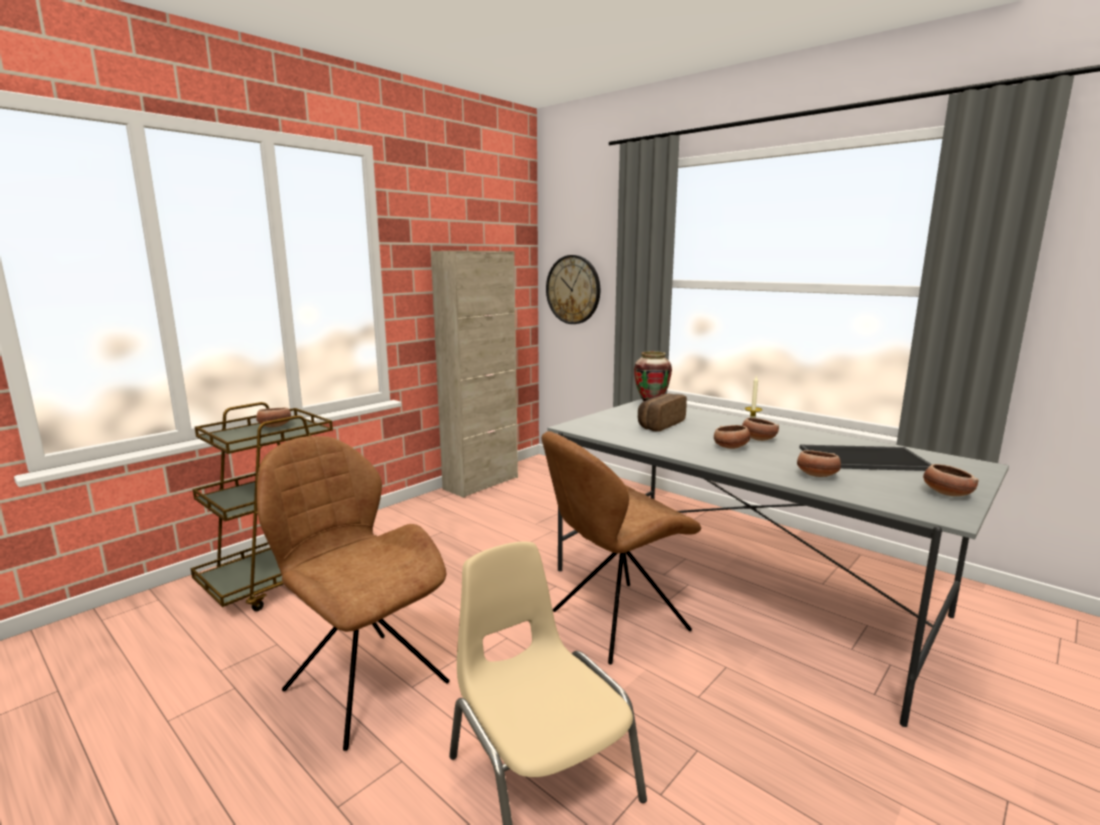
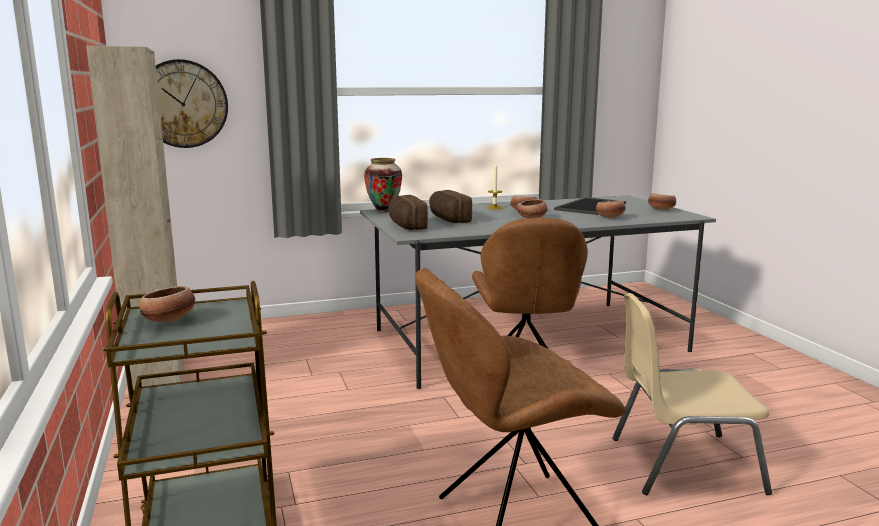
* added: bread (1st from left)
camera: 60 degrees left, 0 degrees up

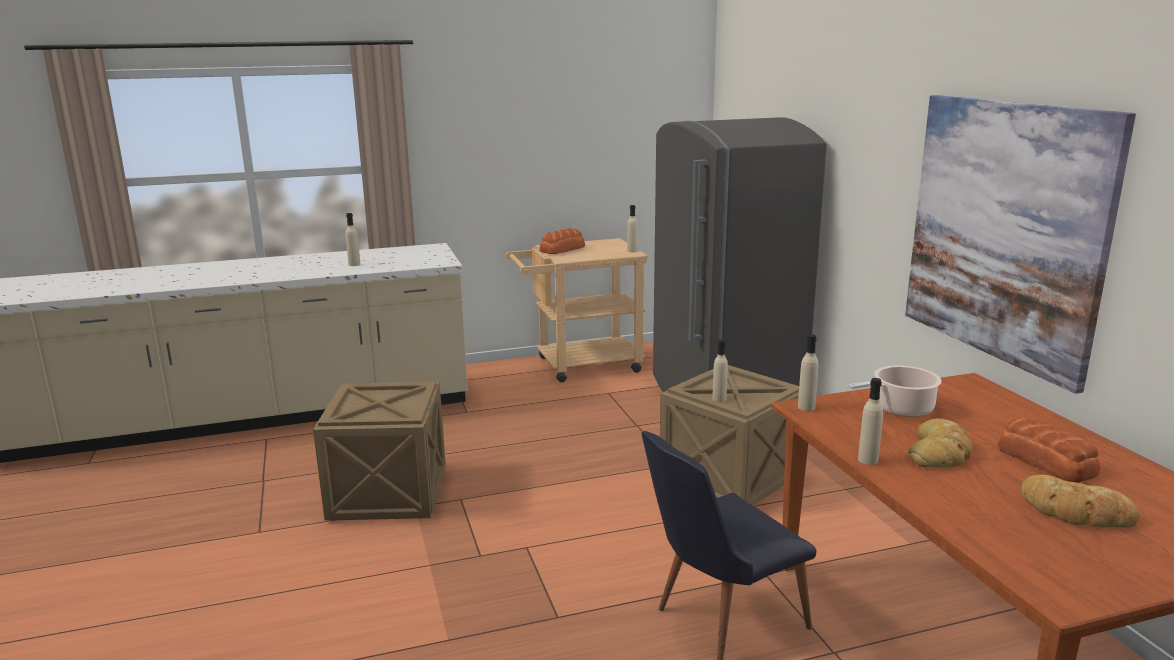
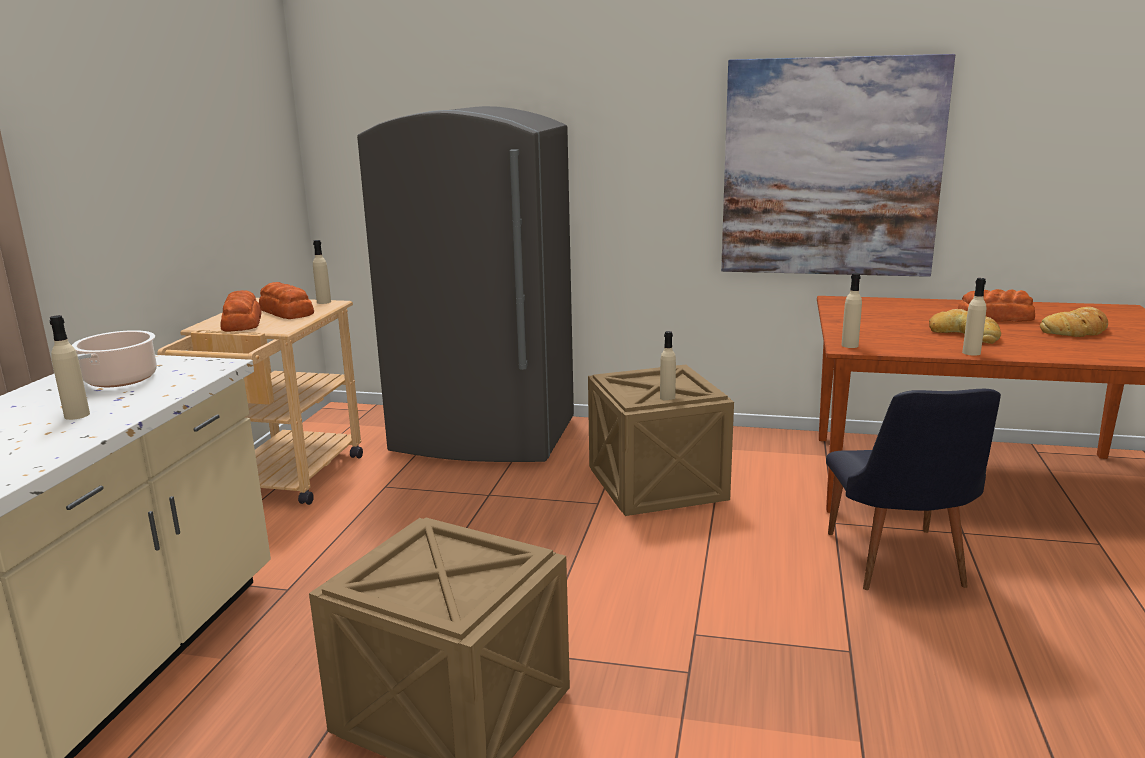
* moved: cooking pot
* added: bread (2nd from left)
camera: 60 degrees left, 0 degrees up

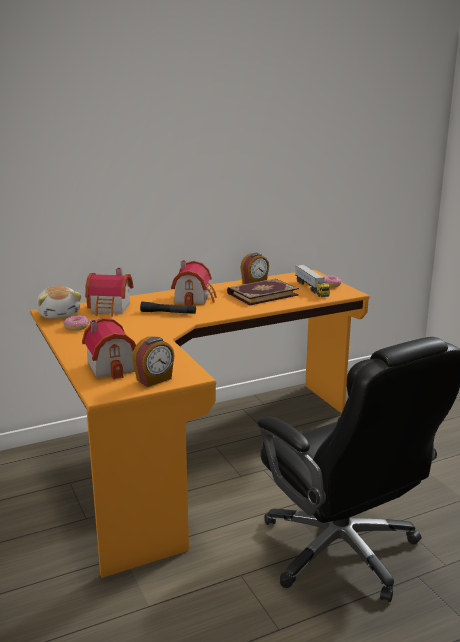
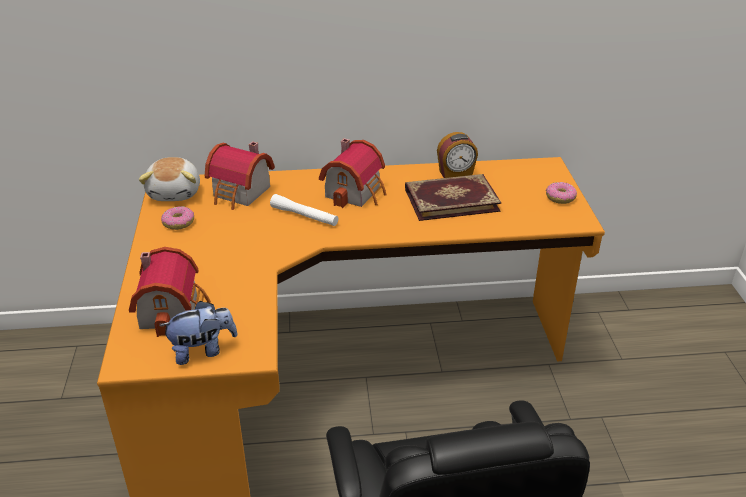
* replaced: alarm clock (1st from left) to plush toy (2nd from left)
* recoloured: flashlight in black to flashlight in white
* removed: toy truck
camera: 20 degrees right, 15 degrees up

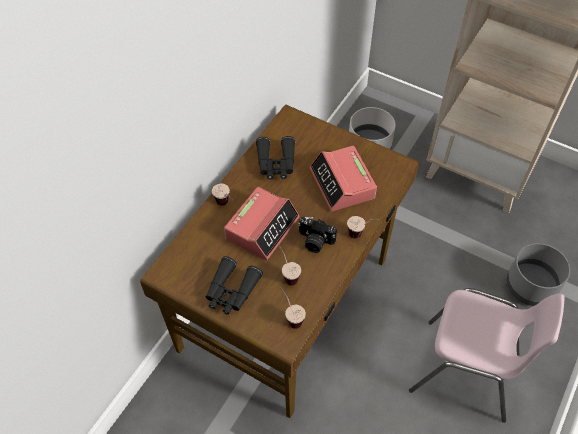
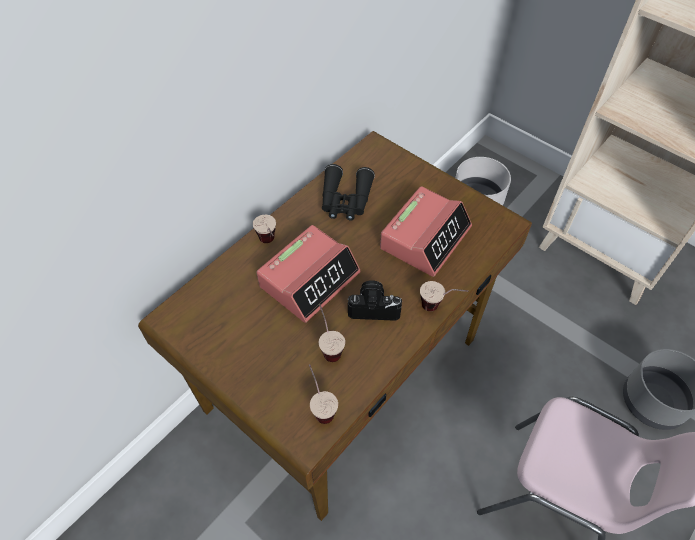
* removed: binoculars in black (1st from left)
* turned: photo camera 150 degrees clockwise
* turned: alarm clock (2nd from left) 135 degrees counterclockwise
camera: 10 degrees right, 0 degrees up

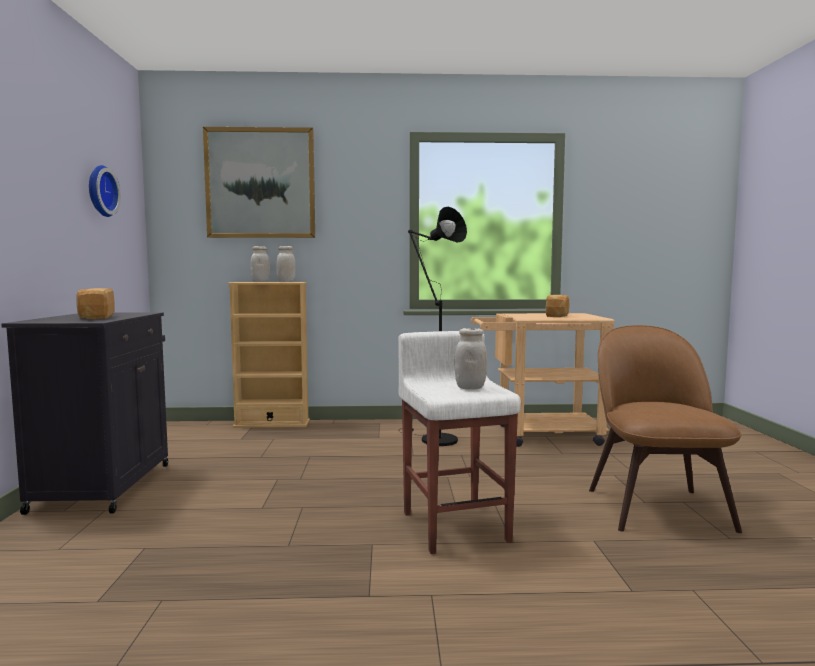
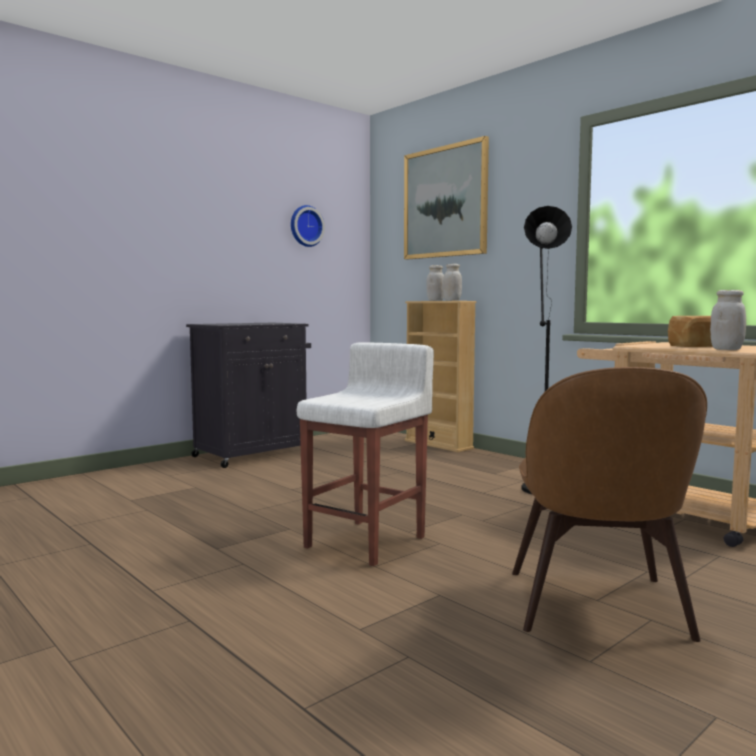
* removed: bread (1st from left)
* moved: jar in white (3rd from left)
* turned: chair in brown 135 degrees clockwise
camera: 50 degrees right, 0 degrees up

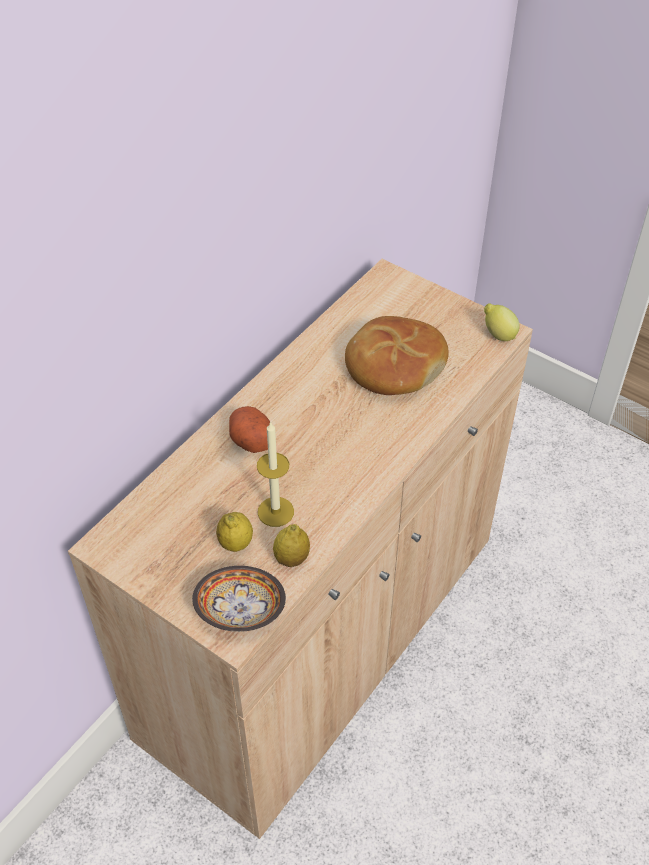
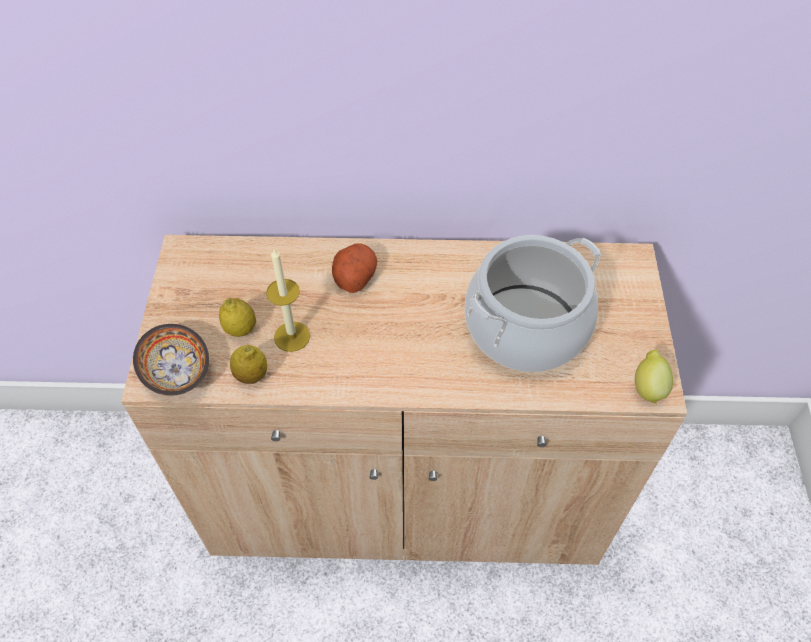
* replaced: bread to cooking pot
camera: 55 degrees right, 5 degrees up

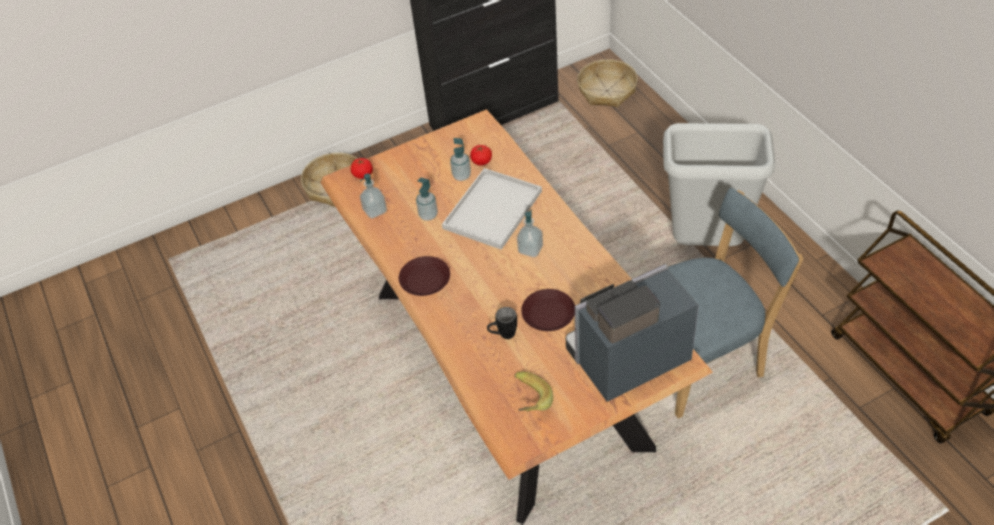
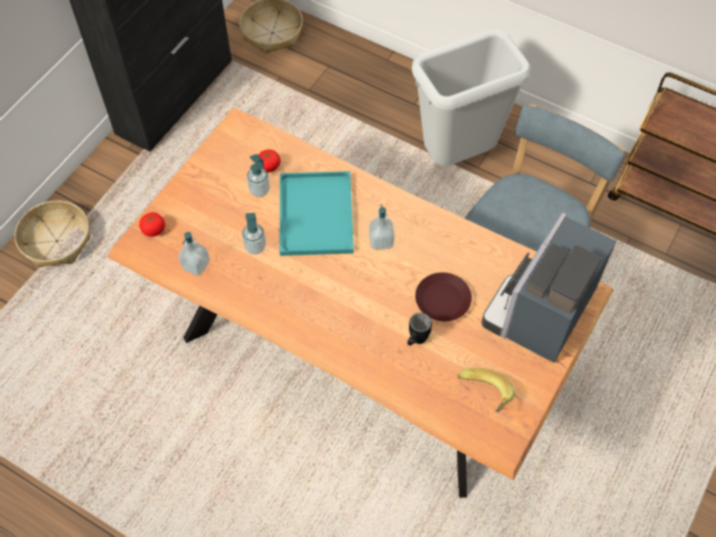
* removed: plate in brown (1st from left)
* recoloured: tray in white to tray in turquoise
camera: 35 degrees left, 10 degrees up

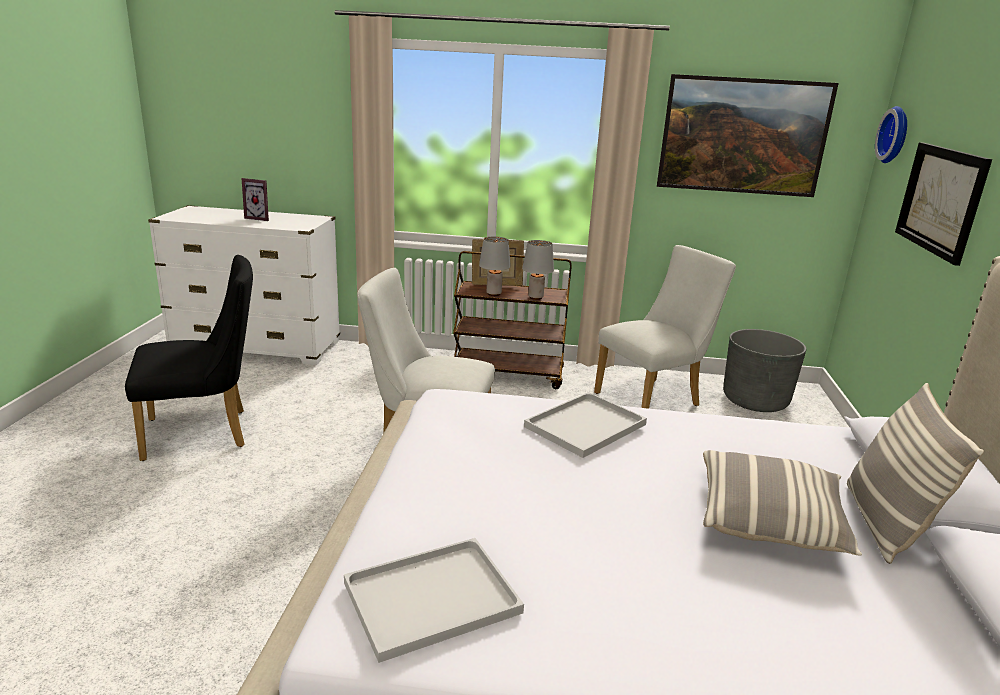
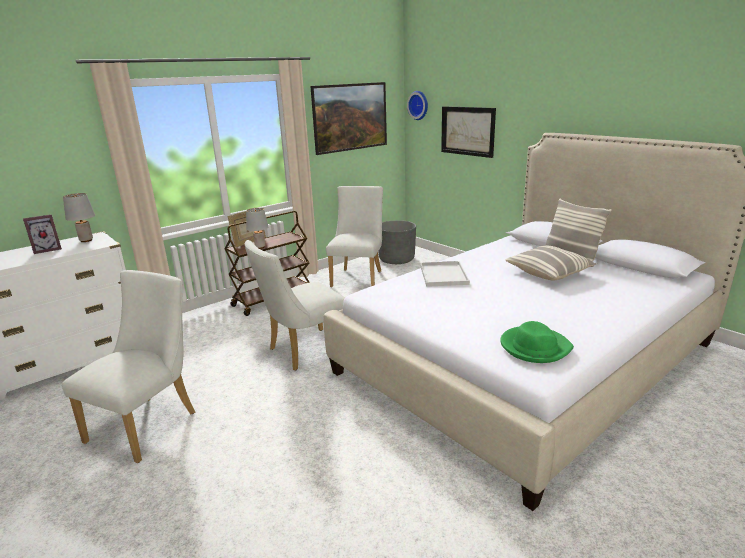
* recoloured: chair in black to chair in white (1st from left)
* replaced: tray in white (1st from left) to hat in green
* moved: table lamp in grey (2nd from left in the first image) to table lamp in grey (1st from left)
camera: 45 degrees left, 0 degrees up

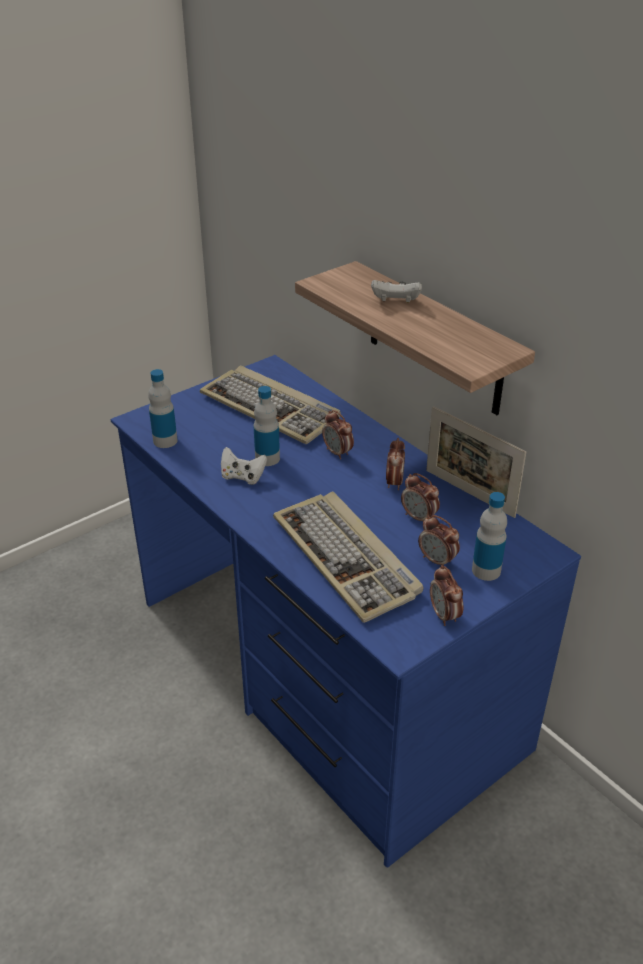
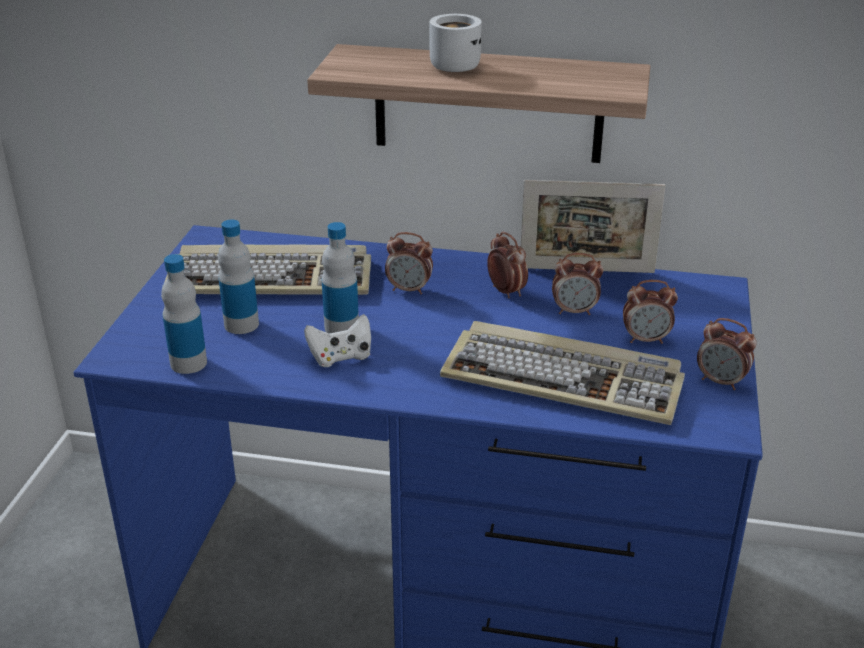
* replaced: game controller in white (2nd from left) to mug in white
* moved: bottle (3rd from left in the first image) to bottle (2nd from left)
camera: 40 degrees left, 5 degrees down

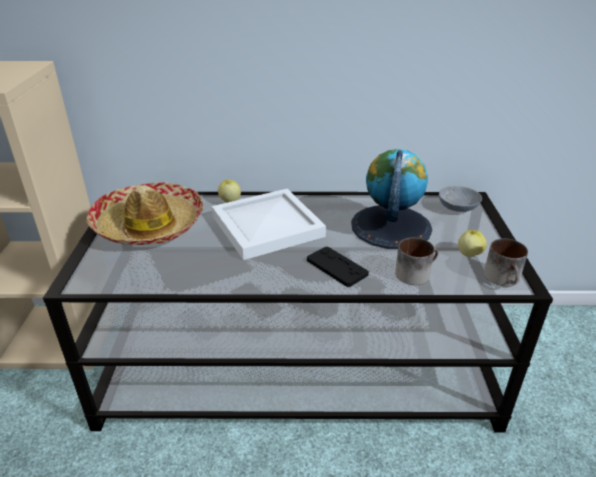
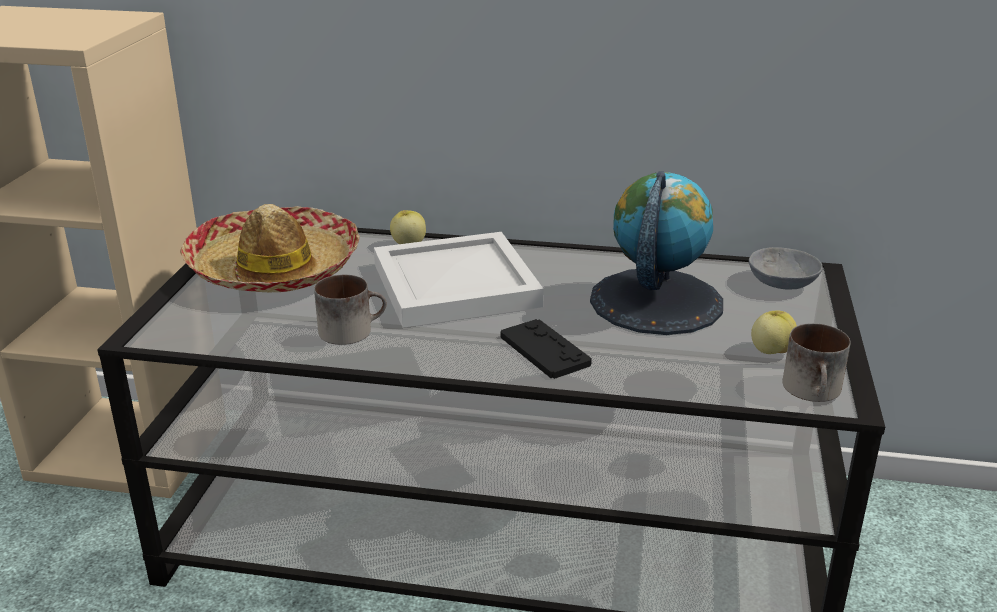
* moved: mug (1st from left)
camera: 10 degrees right, 5 degrees down

